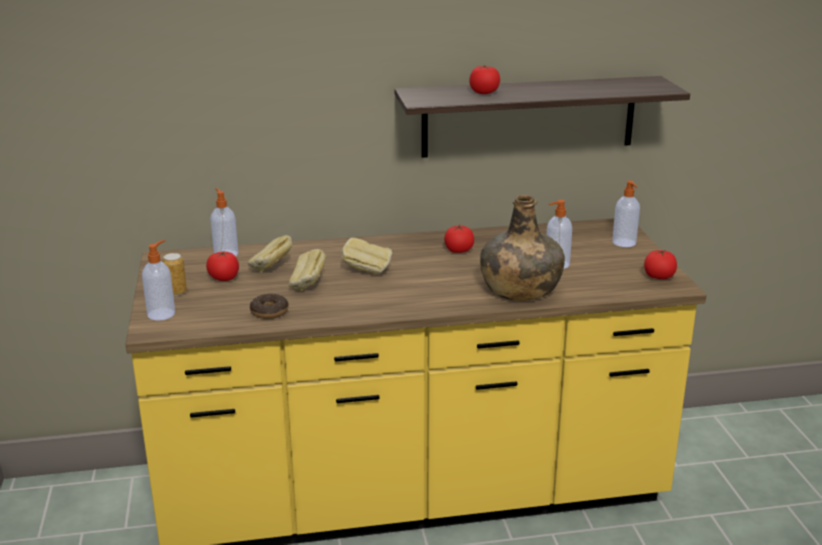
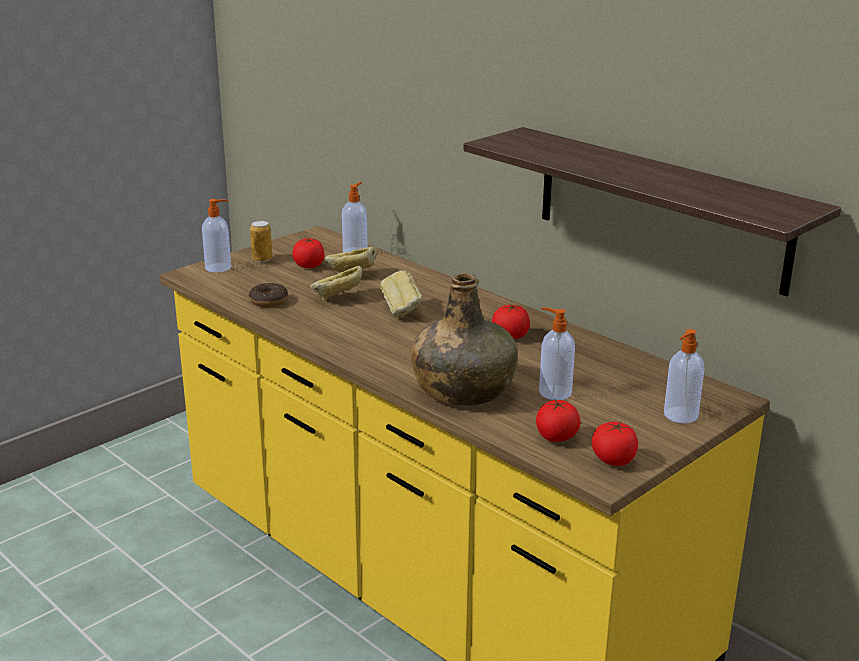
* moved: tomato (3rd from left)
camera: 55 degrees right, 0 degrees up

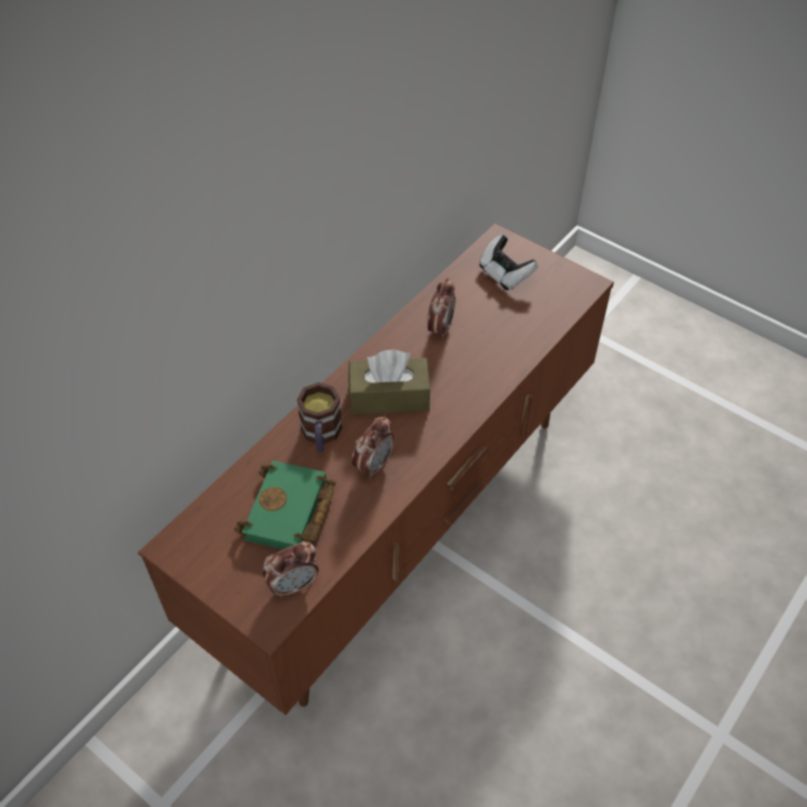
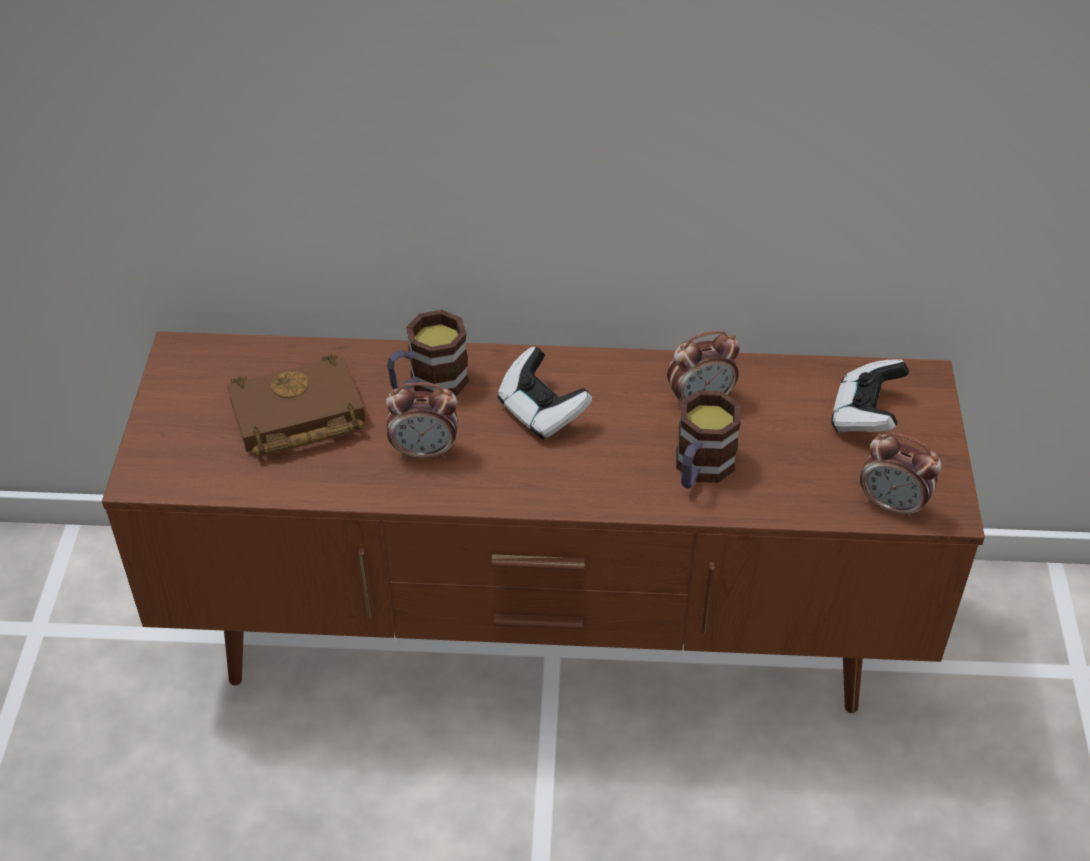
* recoloured: book in green to book in brown
* moved: alarm clock (1st from left in the first image) to alarm clock (3rd from left)
* replaced: tissue box in brown to game controller (1st from left)
* added: mug (2nd from left)
camera: 55 degrees right, 5 degrees down

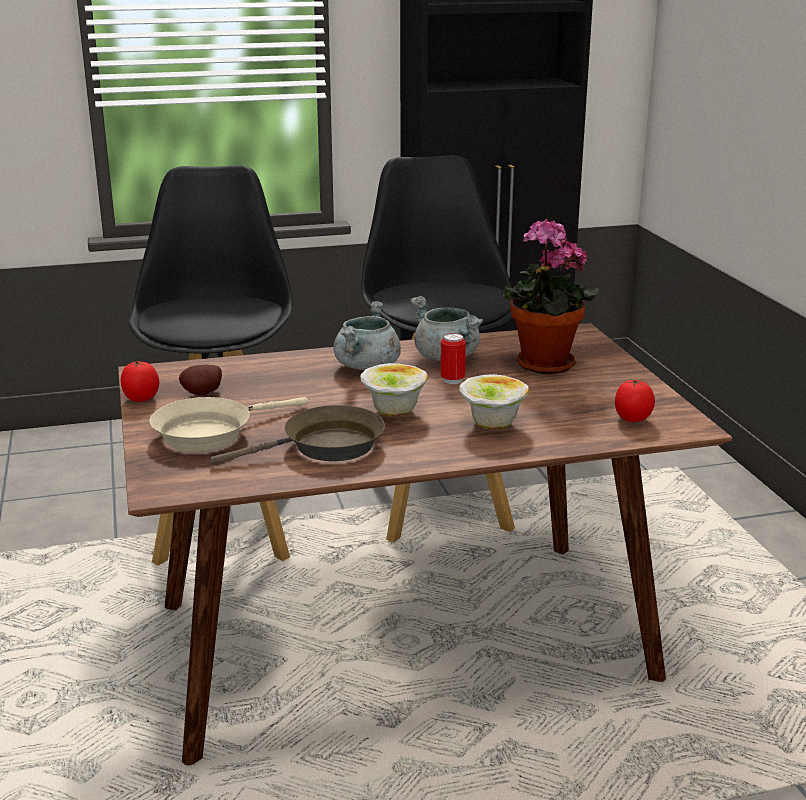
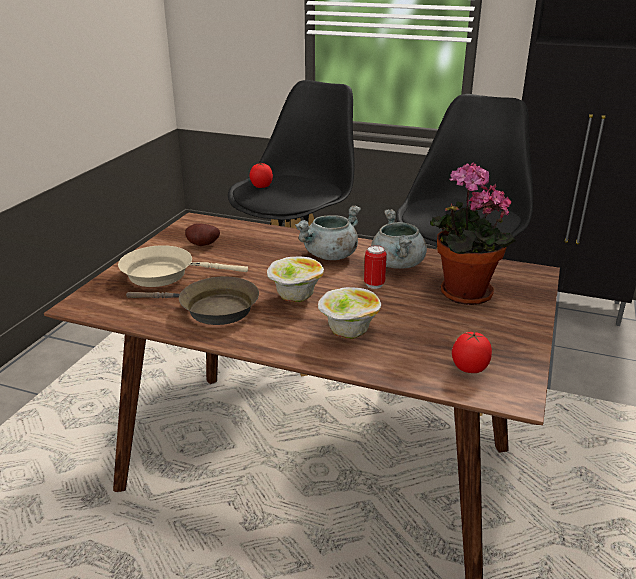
* moved: tomato (1st from left)
camera: 35 degrees right, 5 degrees up

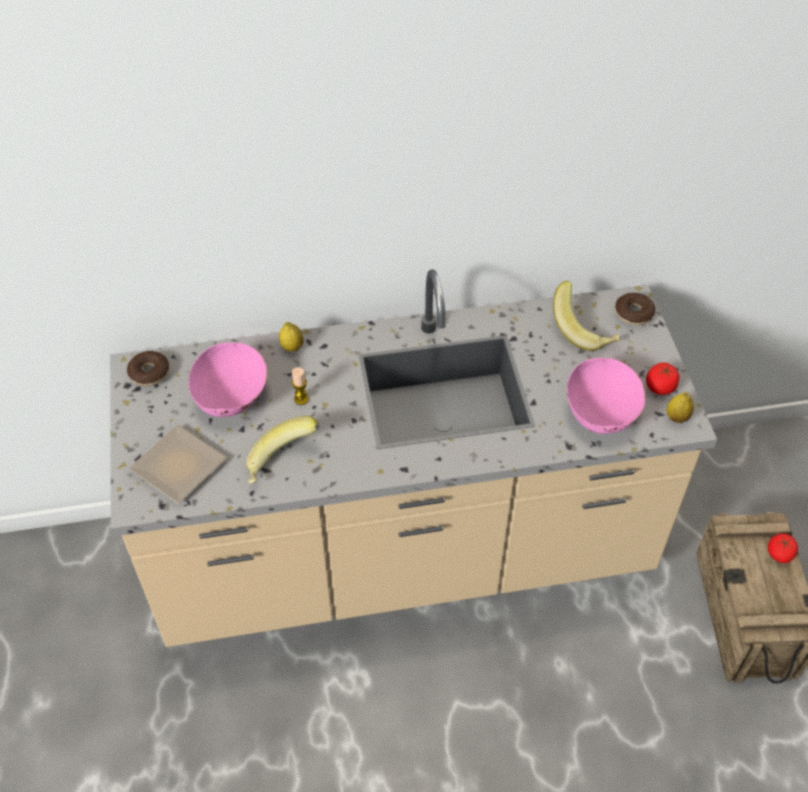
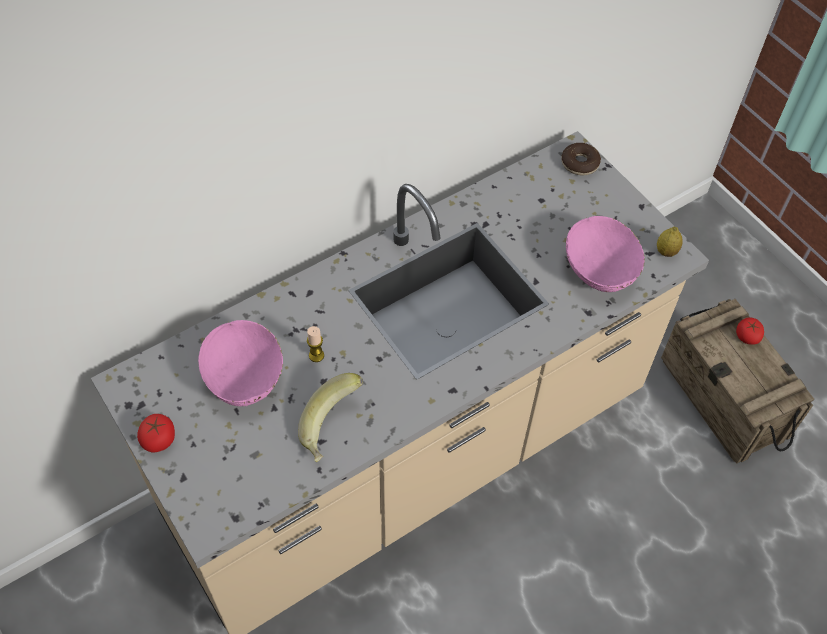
* removed: donut (1st from left)
* removed: plate
* removed: lemon (1st from left)
* removed: banana (2nd from left)
* moved: tomato (1st from left)
camera: 25 degrees left, 5 degrees up

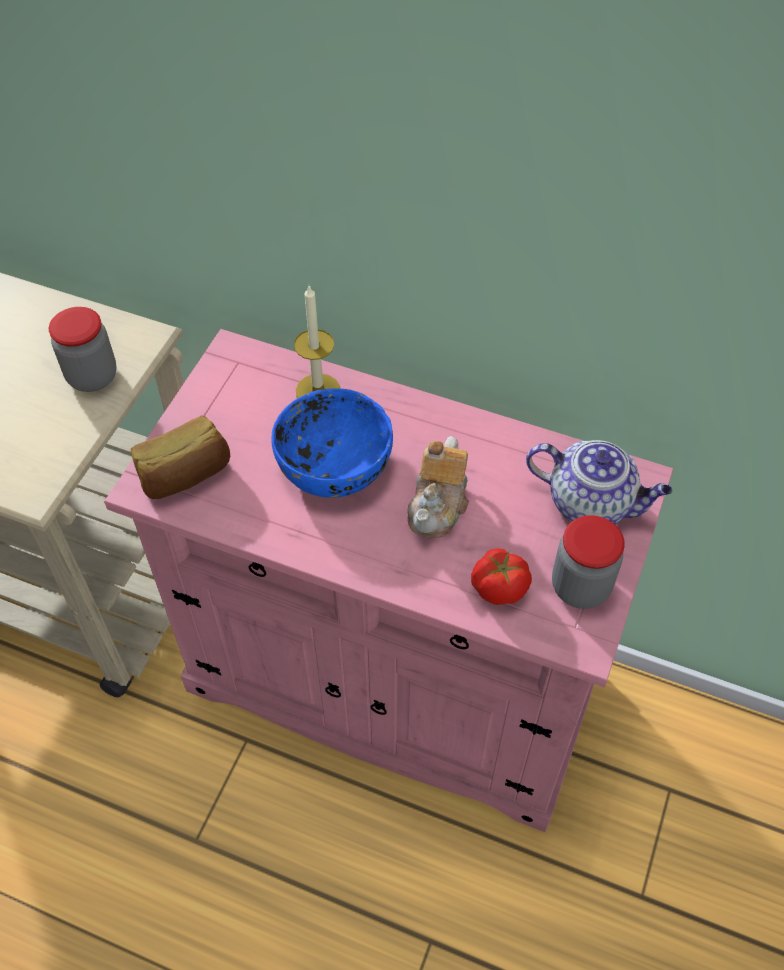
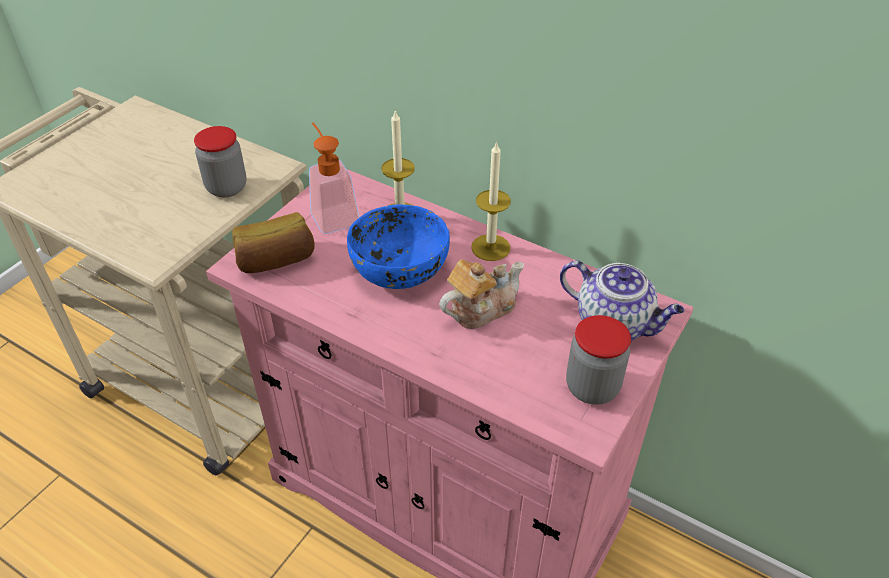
* turned: teapot (1st from left) 150 degrees counterclockwise
* removed: tomato
* added: soap dispenser
* added: candle (2nd from left)
camera: 10 degrees right, 10 degrees down

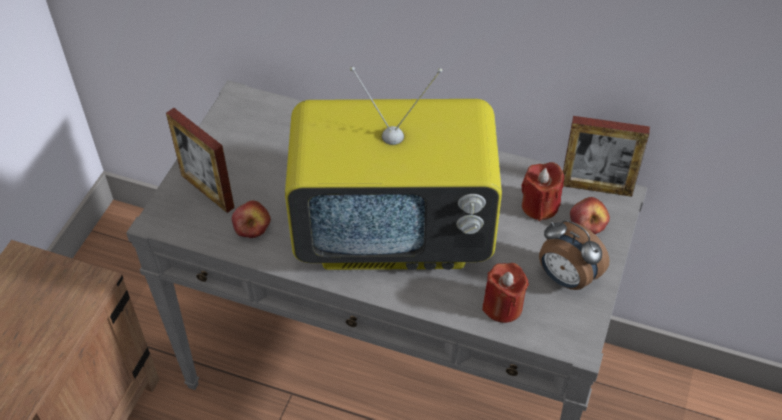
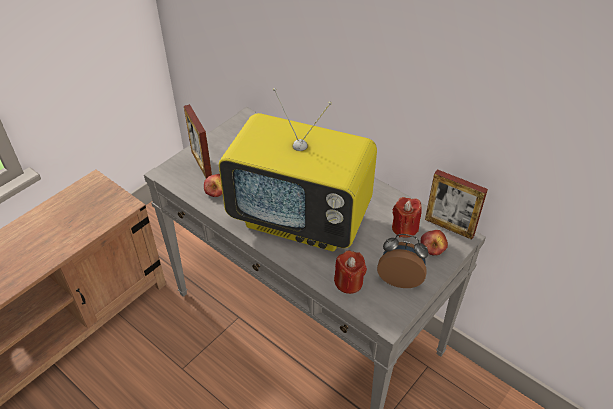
* turned: alarm clock 135 degrees clockwise
camera: 20 degrees right, 5 degrees down

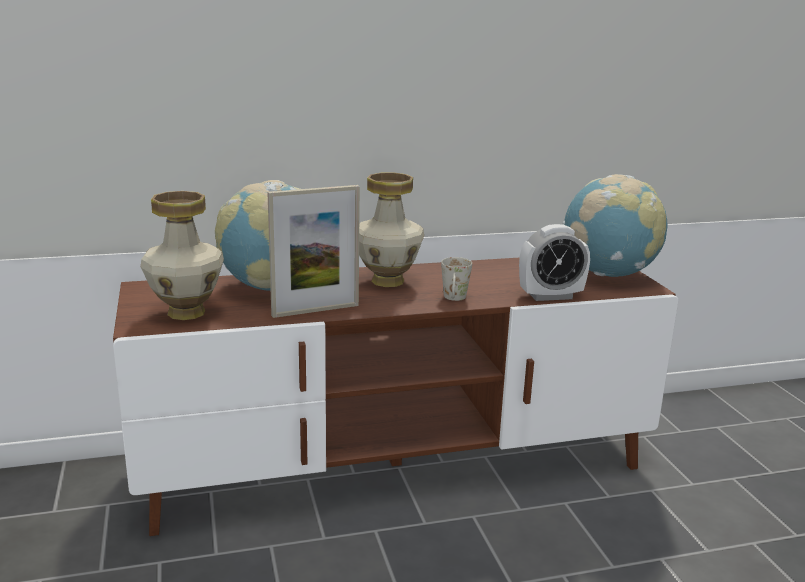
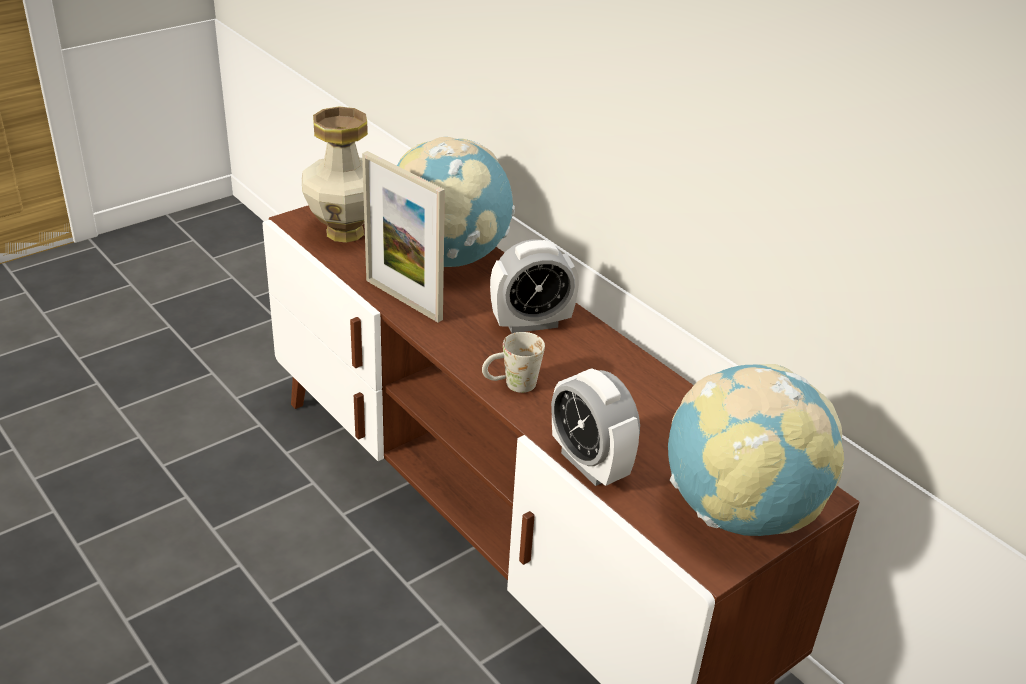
* replaced: vase (2nd from left) to alarm clock (1st from left)
camera: 65 degrees right, 15 degrees up

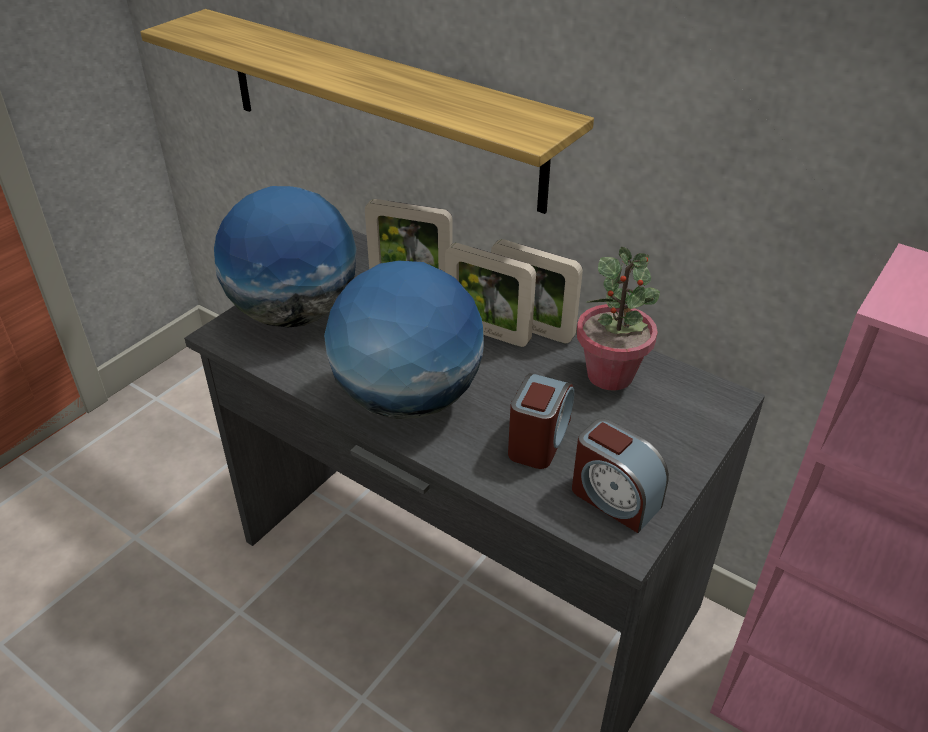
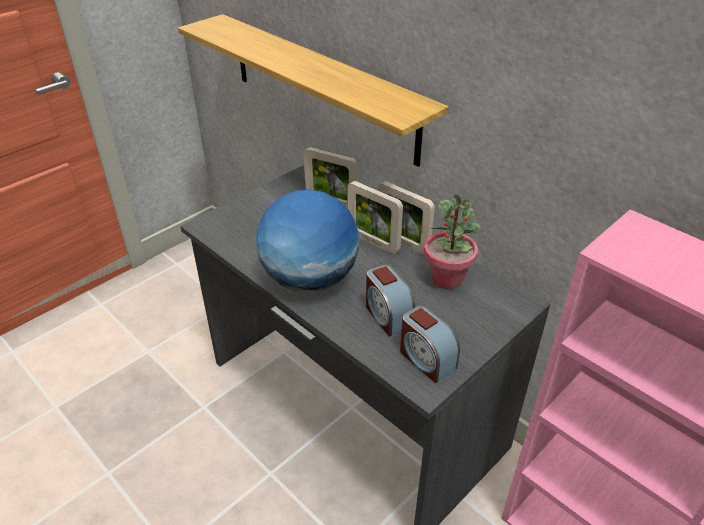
* removed: globe (1st from left)
* turned: alarm clock (1st from left) 120 degrees clockwise
camera: 10 degrees right, 0 degrees up

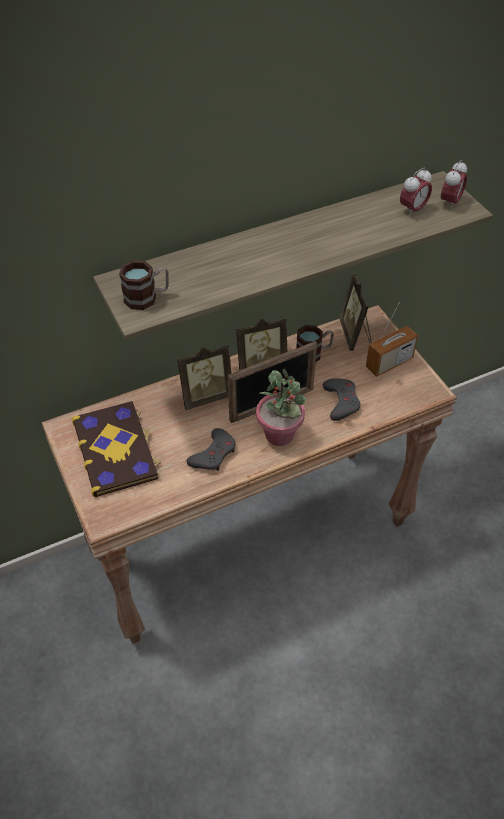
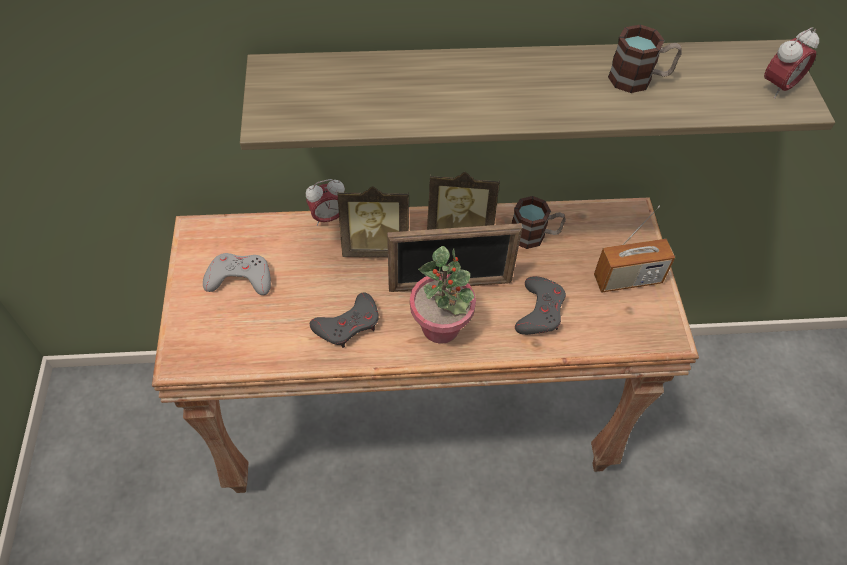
* replaced: book to game controller in grey (1st from left)
* moved: mug (1st from left in the first image) to mug (2nd from left)
* removed: picture frame (4th from left)
* moved: alarm clock (1st from left)
camera: 20 degrees right, 5 degrees up

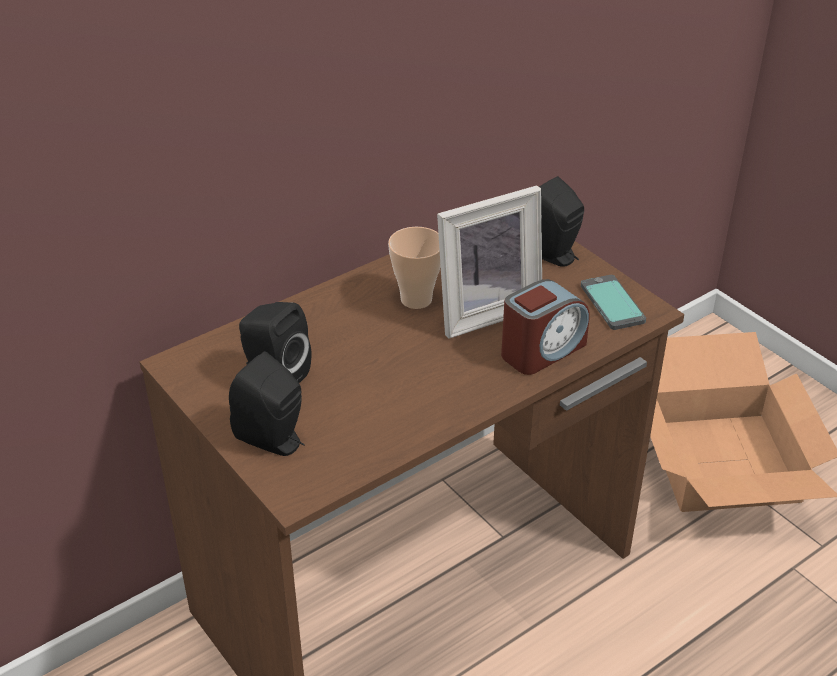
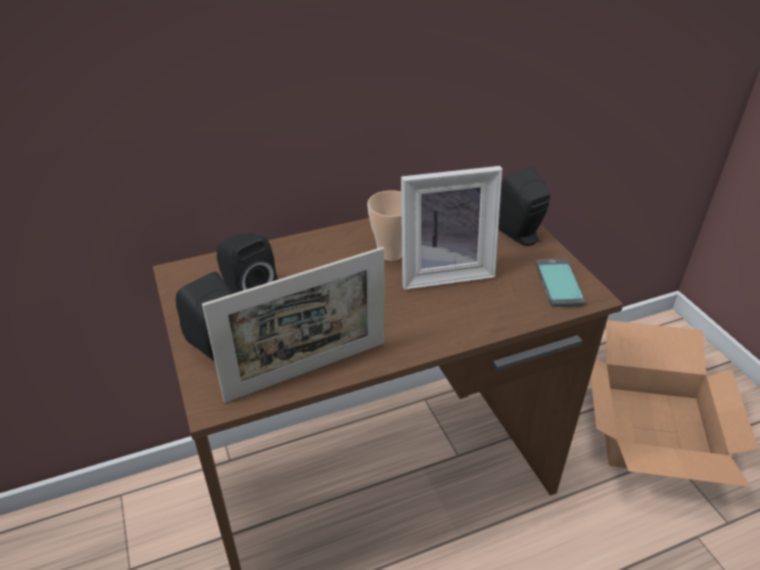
* removed: alarm clock
* added: picture frame (1st from left)
camera: 15 degrees right, 0 degrees up

